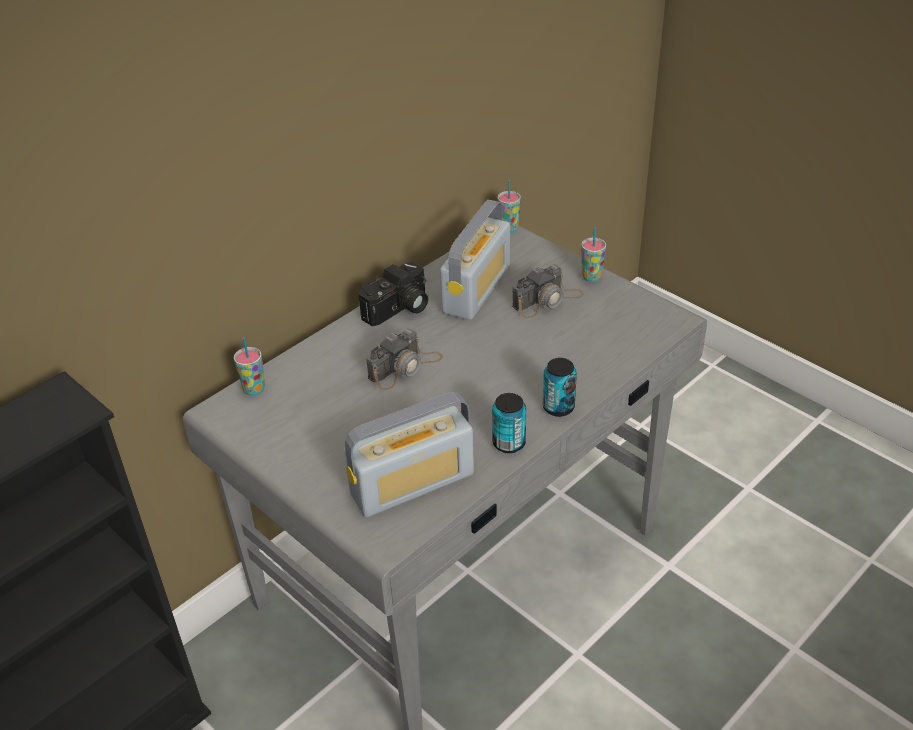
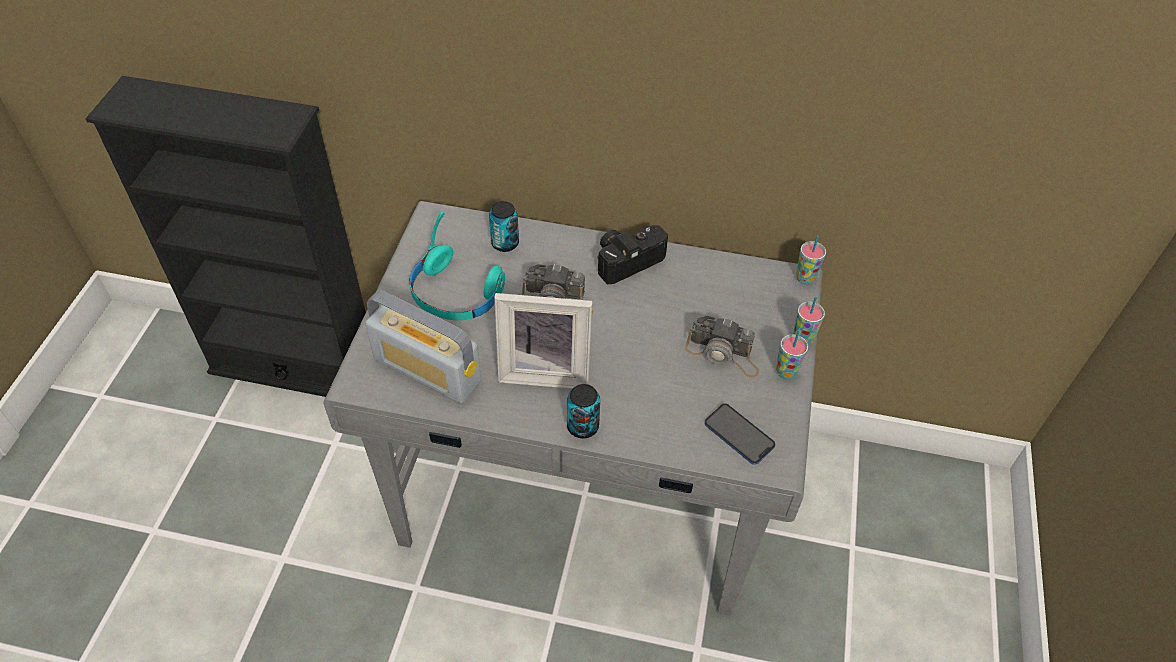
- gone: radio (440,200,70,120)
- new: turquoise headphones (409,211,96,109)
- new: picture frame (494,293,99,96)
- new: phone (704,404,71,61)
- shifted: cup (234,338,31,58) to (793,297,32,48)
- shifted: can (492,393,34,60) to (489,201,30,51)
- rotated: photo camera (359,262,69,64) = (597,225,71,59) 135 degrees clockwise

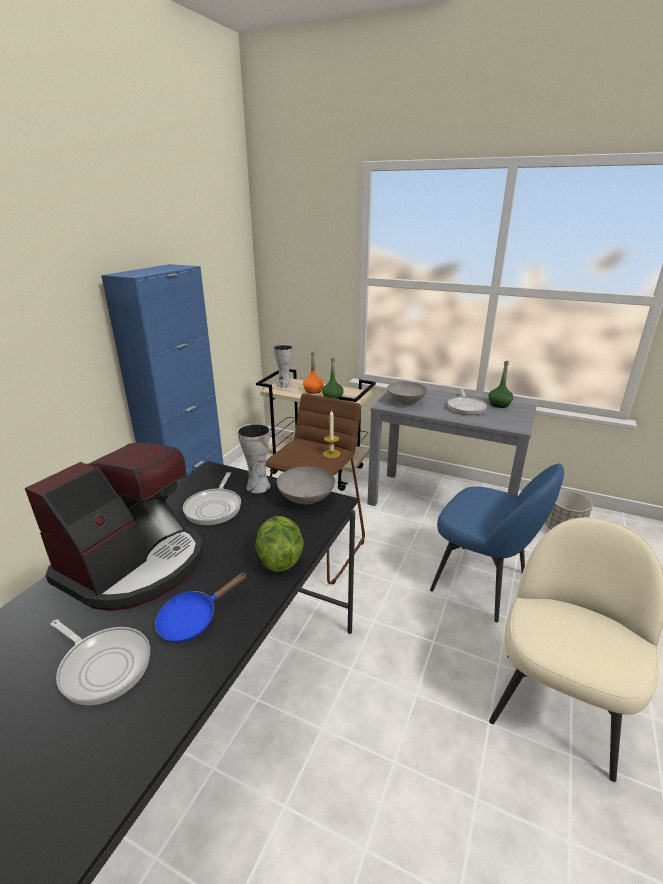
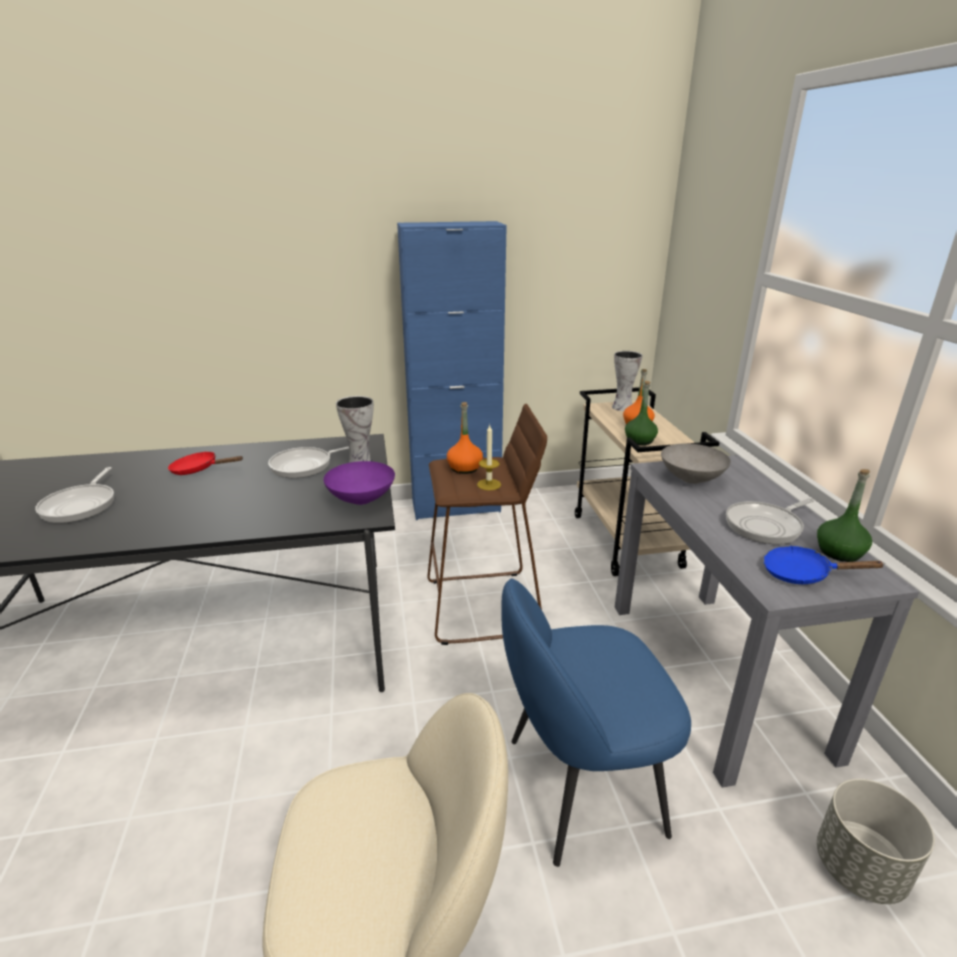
- gone: lettuce (255,516,49,56)
- new: orange bottle (447,402,36,72)
- shifted: blue frying pan (155,572,92,70) to (763,546,122,38)
- swapped: coffee machine (25,442,179,169) to red frying pan (168,452,75,23)
- repainted: grey bowl (277,466,58,38) to purple bowl (323,461,72,44)
- rotated: blue chair (430,464,134,158) = (501,578,190,289) 75 degrees clockwise

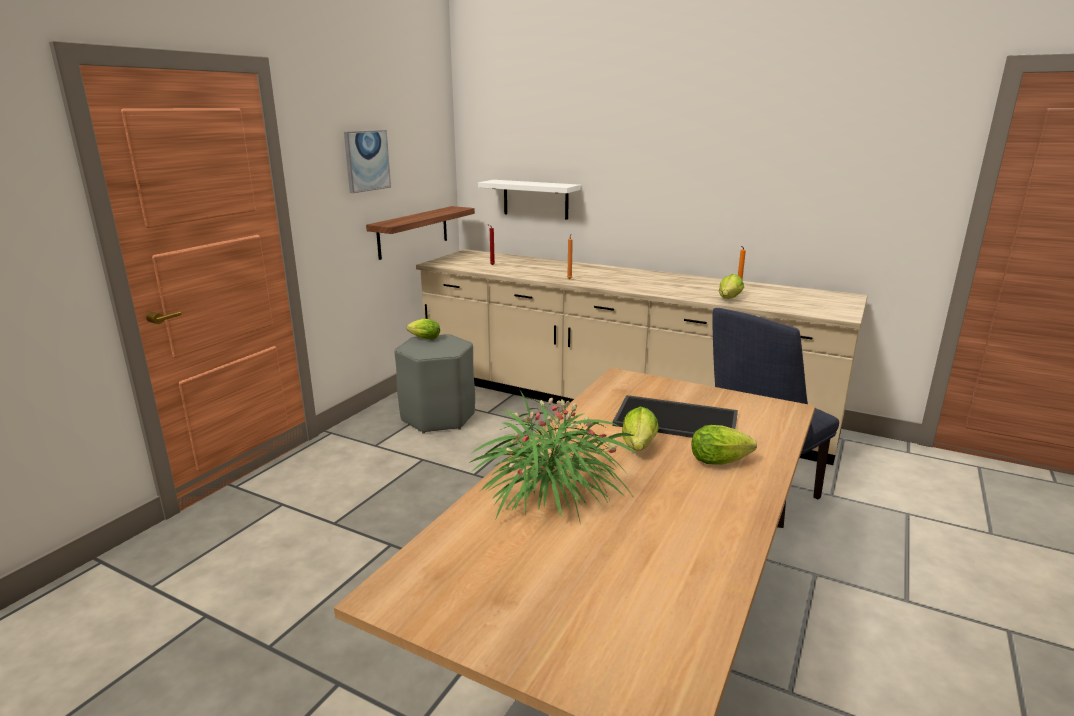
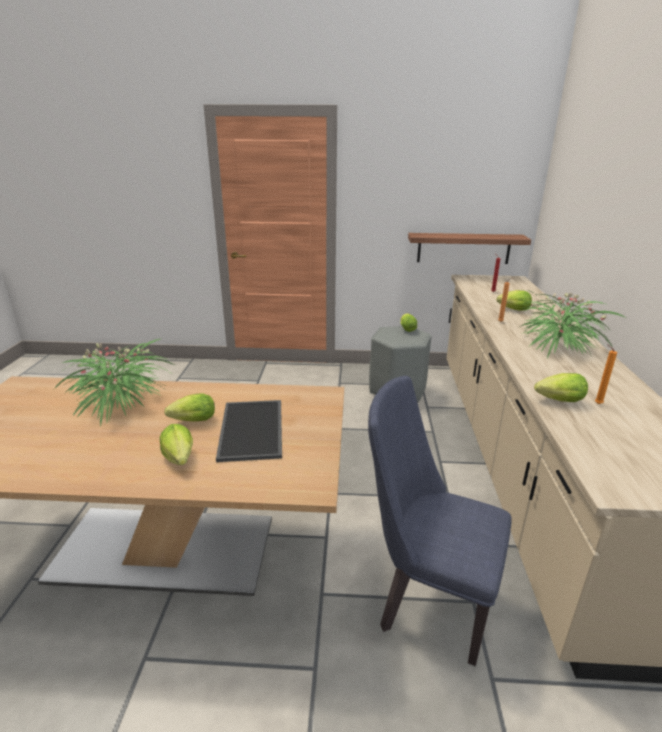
- gone: picture (344,130,47,63)
- gone: white shelf (478,180,103,40)
- new: lettuce (496,290,36,21)
- new: potted plant (518,290,108,68)

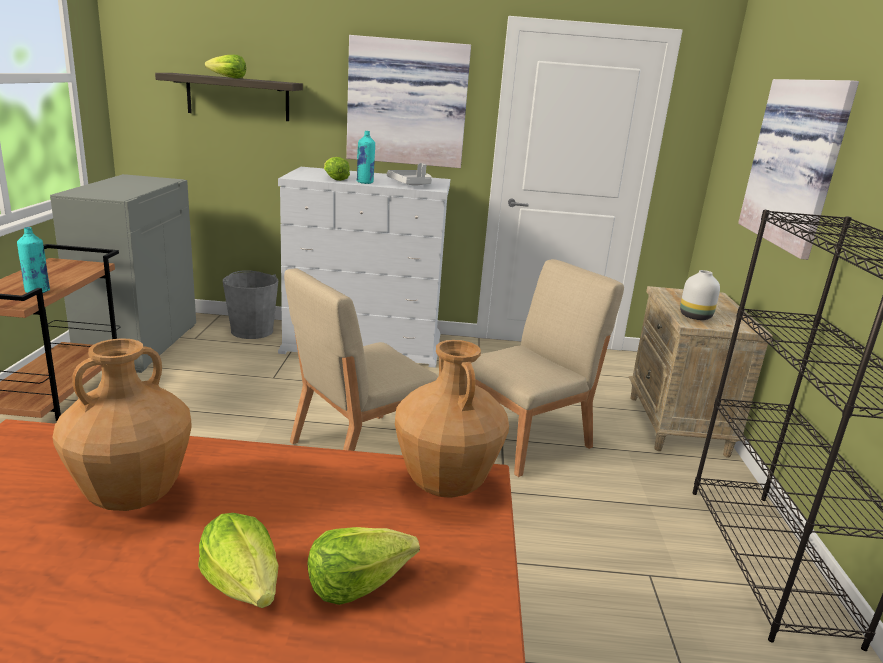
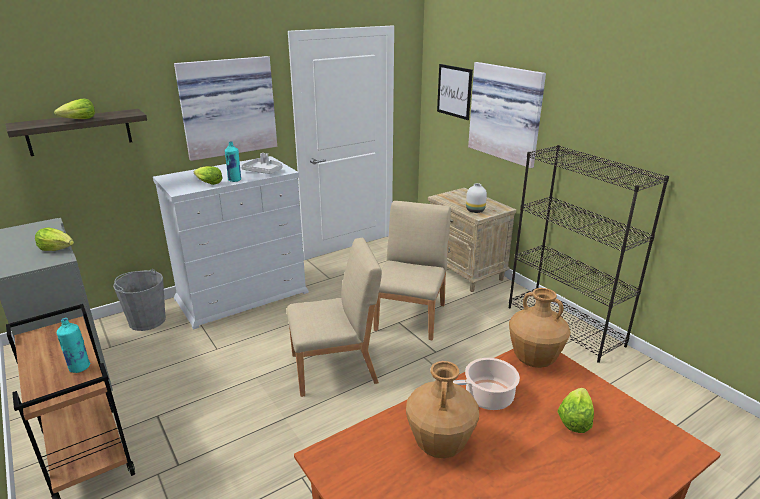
- new: picture (437,64,36,56)
- new: cooking pot (453,358,67,52)
- shifted: lettuce (198,513,81,95) to (35,227,39,24)
- rotated: beige chair (284,268,154,183) = (287,238,95,159) 120 degrees counterclockwise

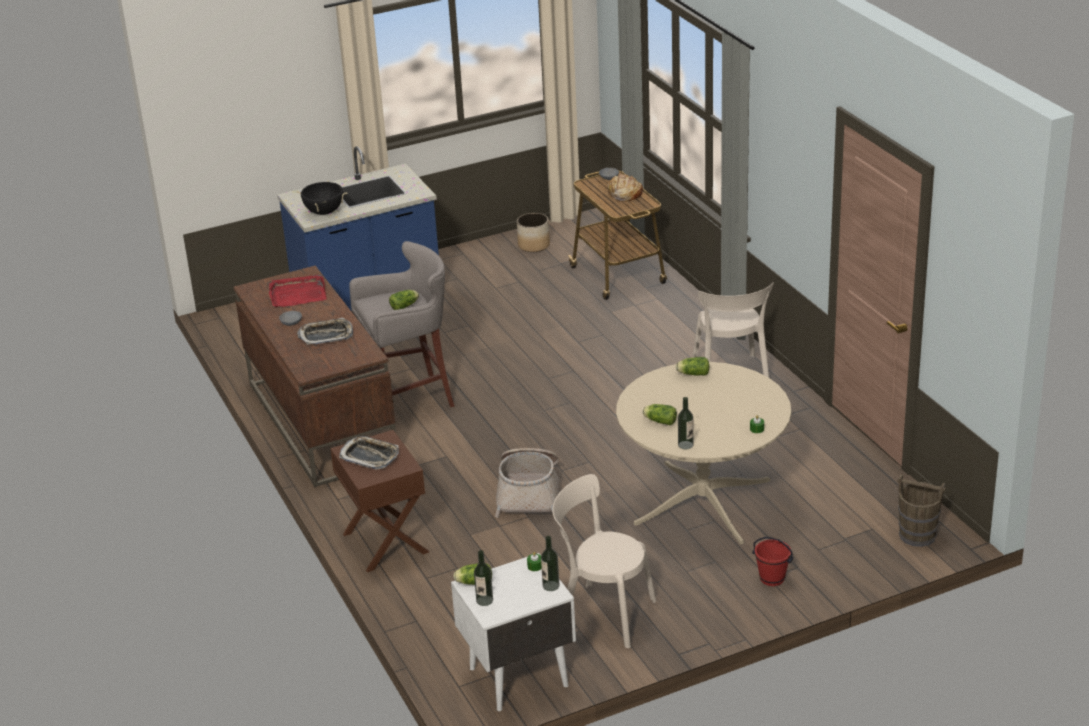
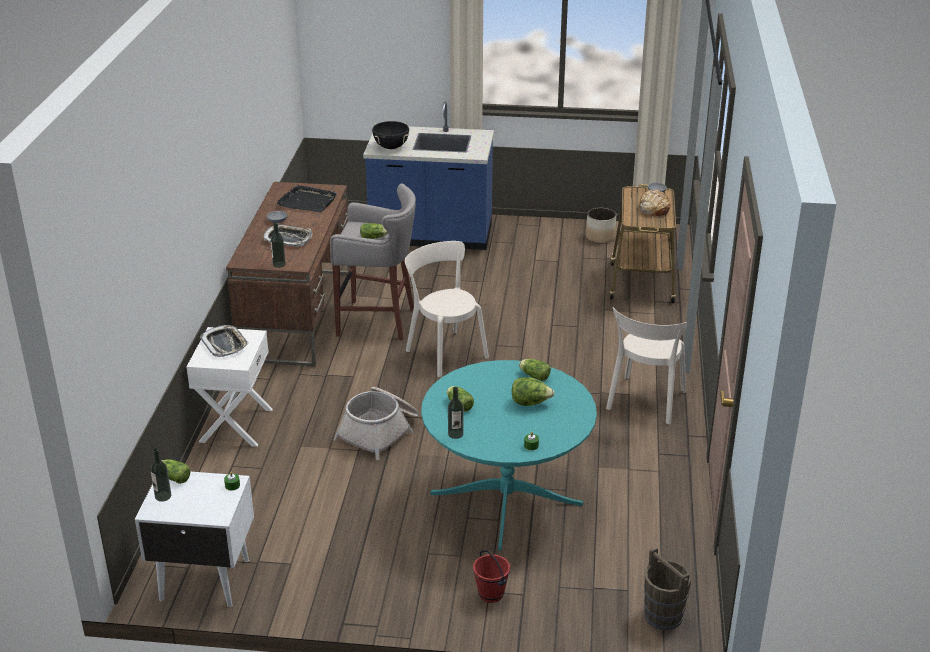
- new: lettuce (511,377,44,29)
- shifted: bottle (541,536,18,55) to (271,222,15,46)
- shifted: beige chair (553,474,103,174) to (405,241,84,136)
- repainted: red tray (269,275,58,32) to black tray (277,185,60,27)
- repainted: brown nightstand (330,430,99,142) to white nightstand (186,327,87,120)
- repainted: beige dining table (616,362,175,182) to turquoise dining table (421,360,176,191)

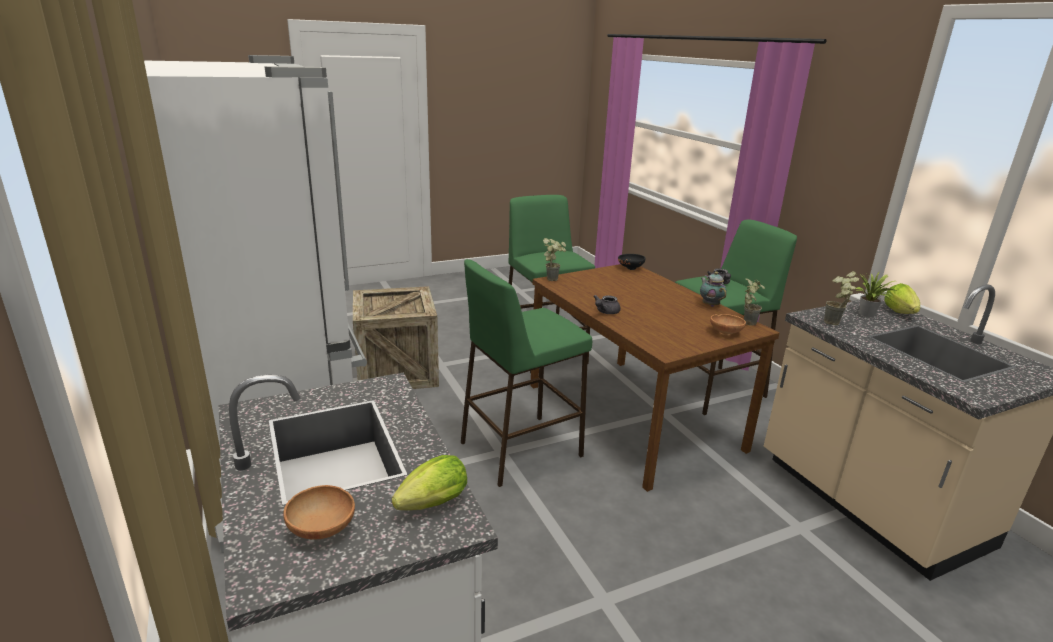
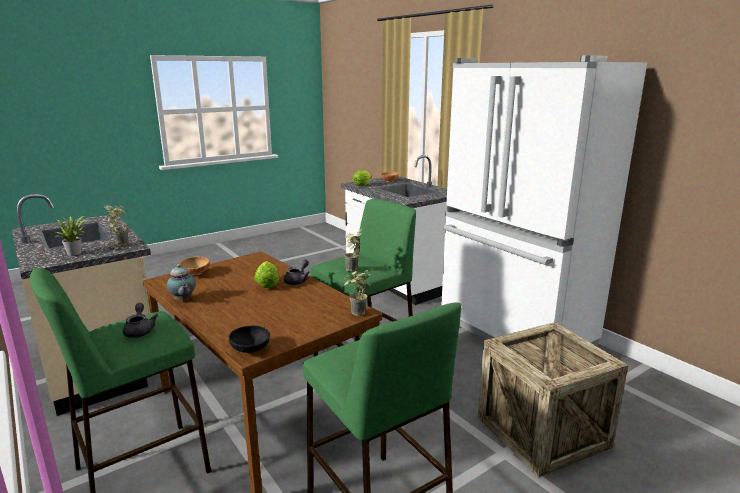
- shifted: potted plant (744,278,21,48) to (344,229,18,43)
- shifted: lettuce (884,283,36,31) to (255,261,24,27)

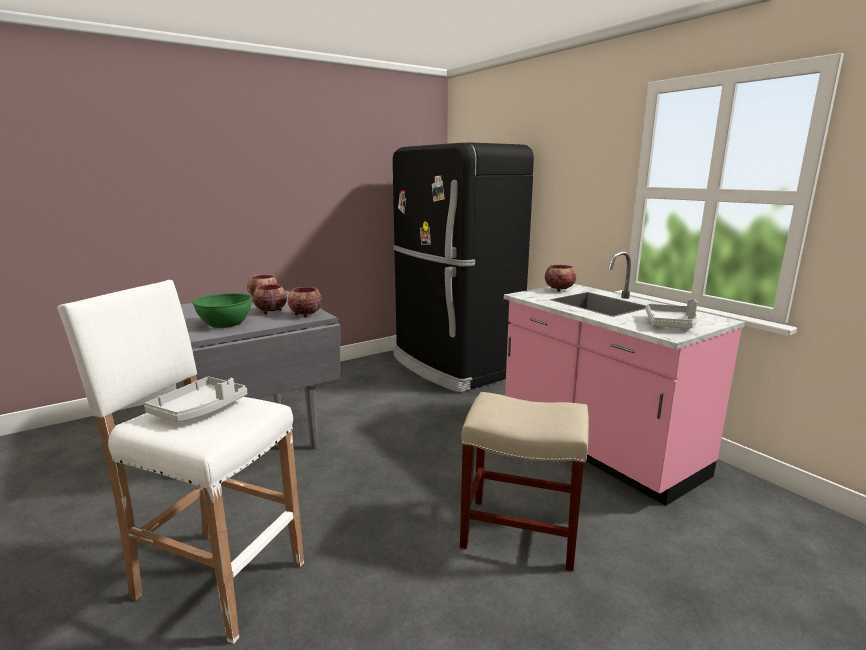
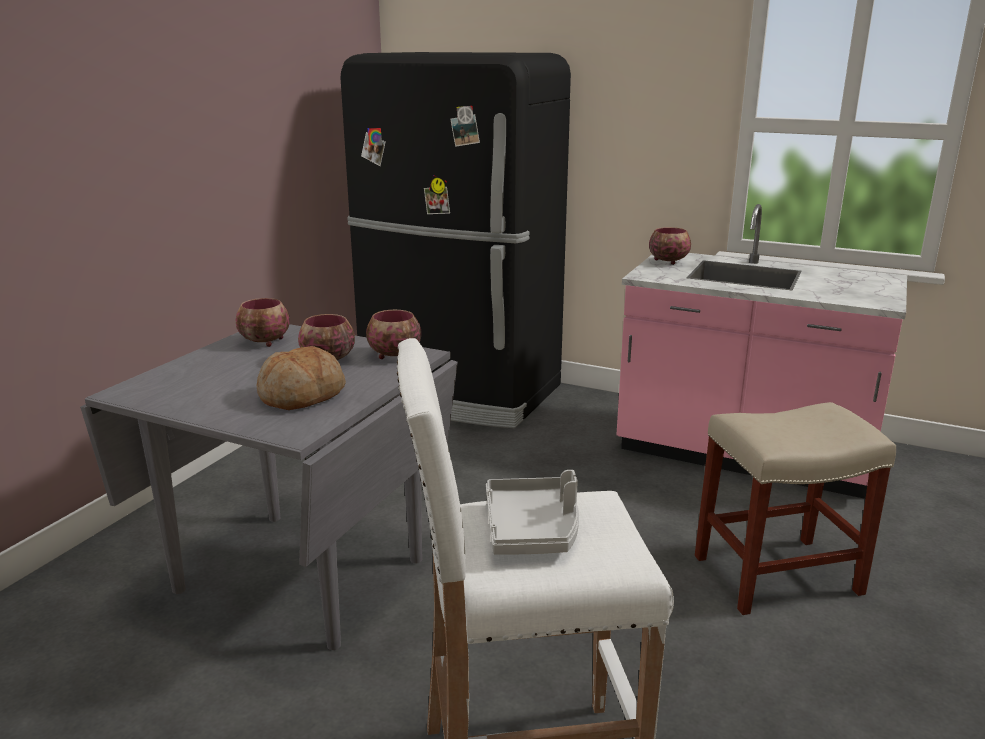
- gone: grey tray (646,299,52,29)
- swapped: green bowl (192,293,60,35) to bread (257,346,89,64)

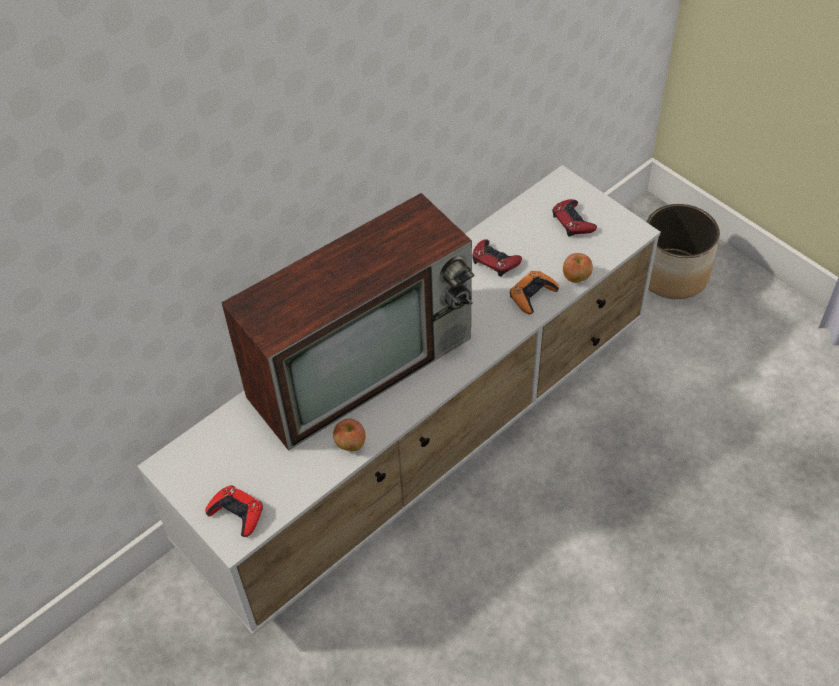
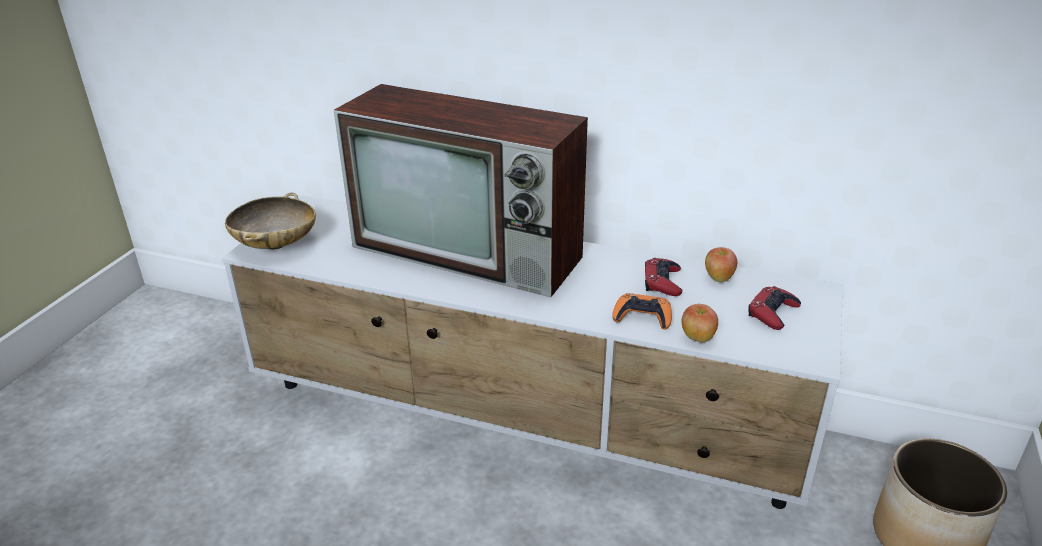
- shifted: apple (333,419,33,32) to (705,247,32,35)
- swapped: red game controller (205,485,58,52) to beige bowl (225,193,91,57)

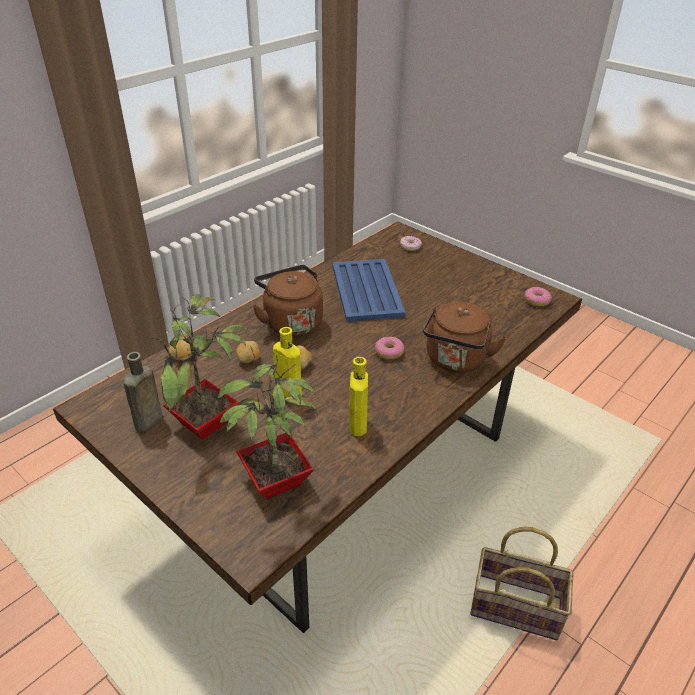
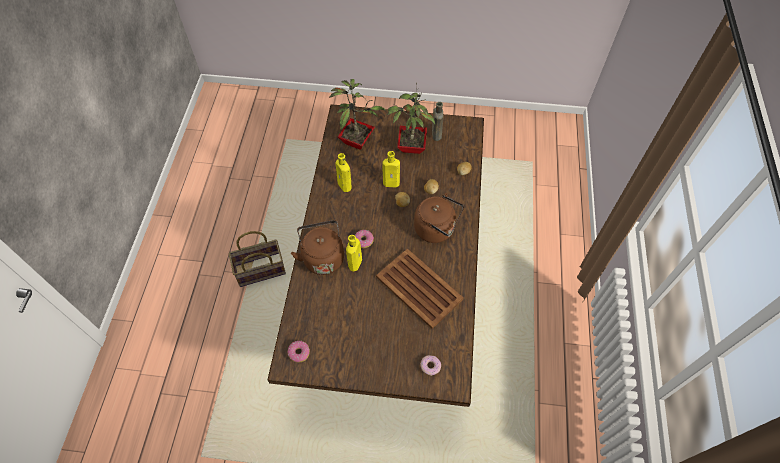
- new: yellow bottle (346,235,16,37)
- repainted: blue tray (332,259,74,63) to brown tray (376,249,87,80)

